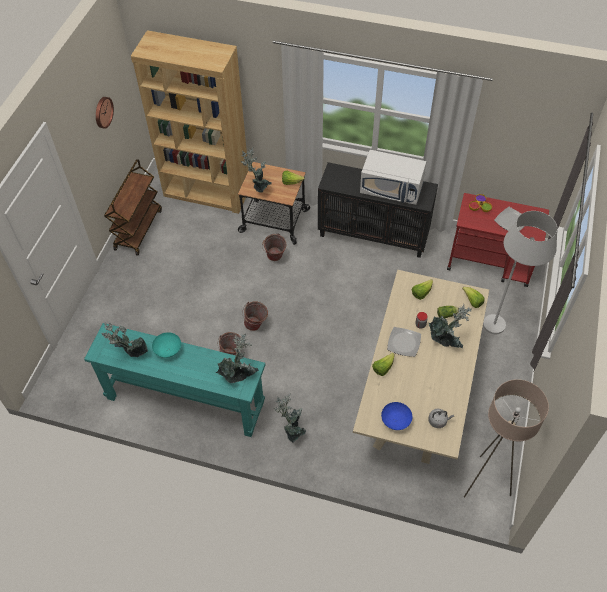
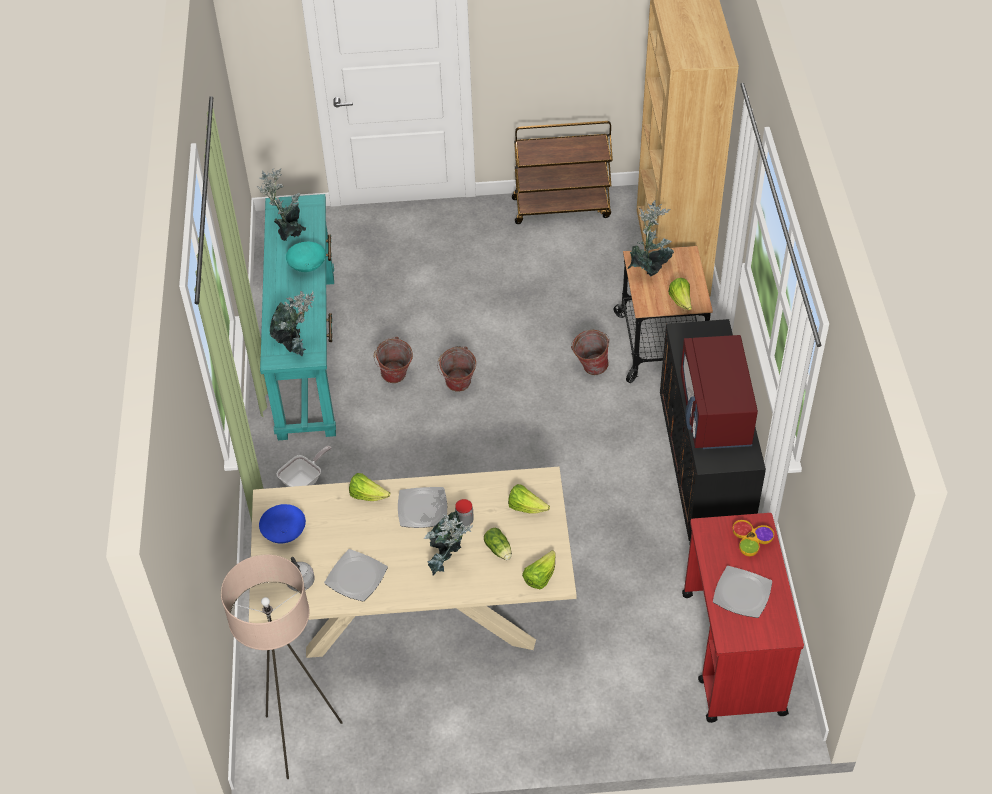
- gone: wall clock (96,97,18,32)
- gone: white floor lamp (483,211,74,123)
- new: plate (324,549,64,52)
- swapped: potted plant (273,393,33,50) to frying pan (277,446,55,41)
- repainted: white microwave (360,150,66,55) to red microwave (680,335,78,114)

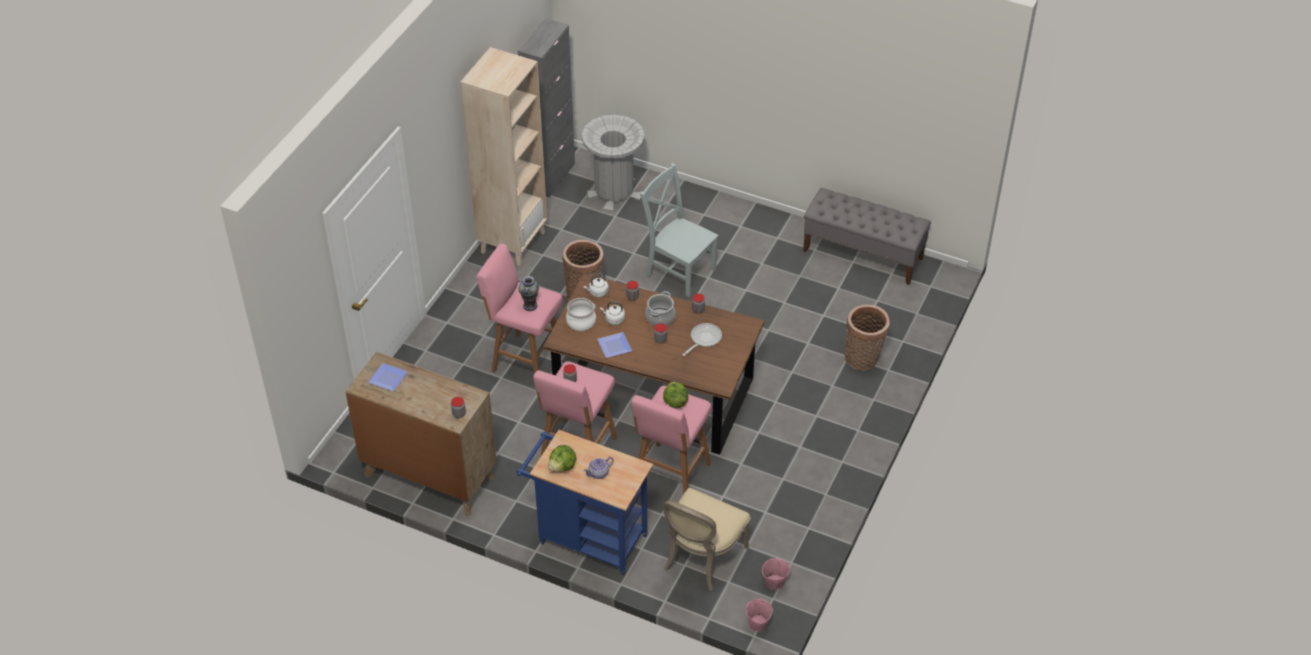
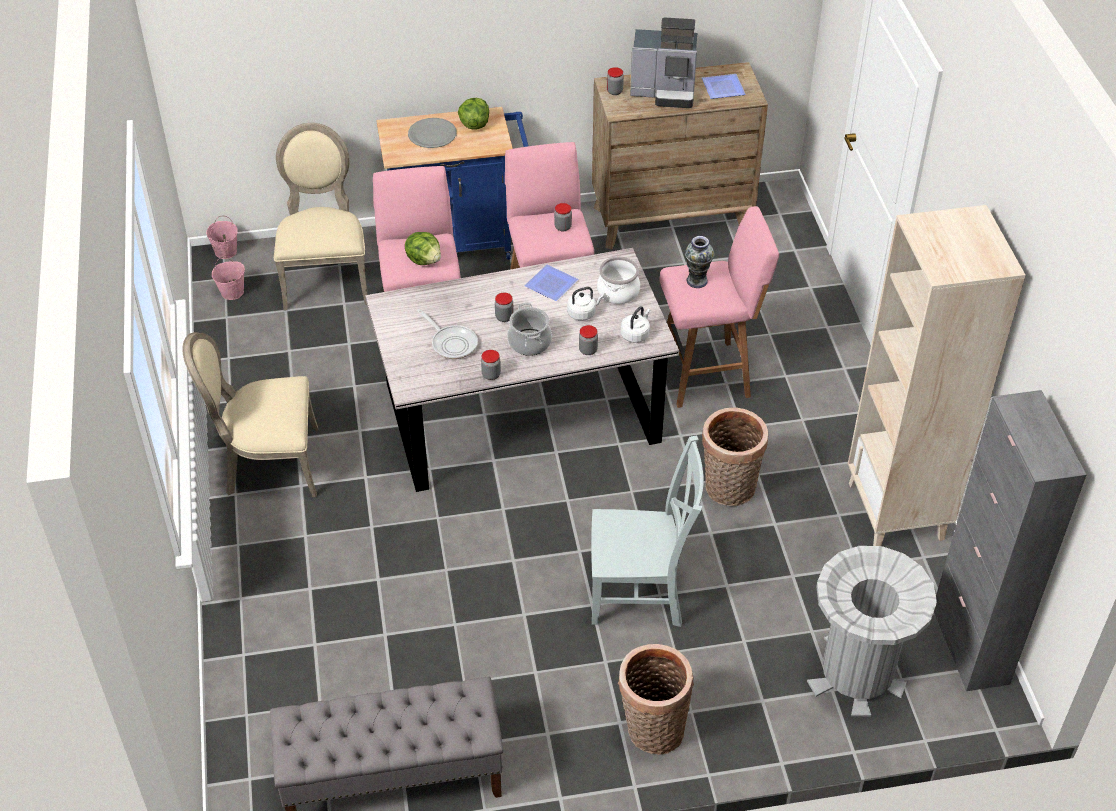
- new: beige chair (182,332,136,165)
- new: coffee machine (630,18,67,90)
- shifted: basket (845,304,45,67) to (618,644,76,111)
- swapped: teapot (584,457,30,22) to grey plate (408,118,49,30)
- repainted: brown dining table (543,274,221,180) to grey dining table (365,248,314,244)
- rotated: frying pan (683,323,39,33) = (417,309,61,50) 45 degrees counterclockwise

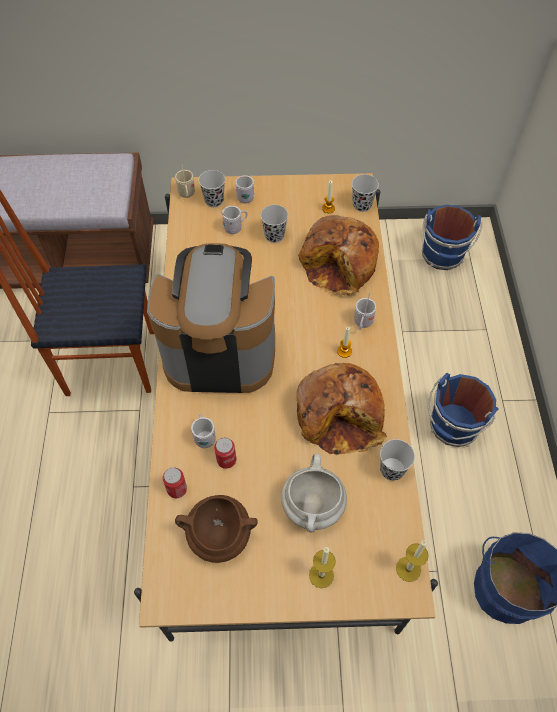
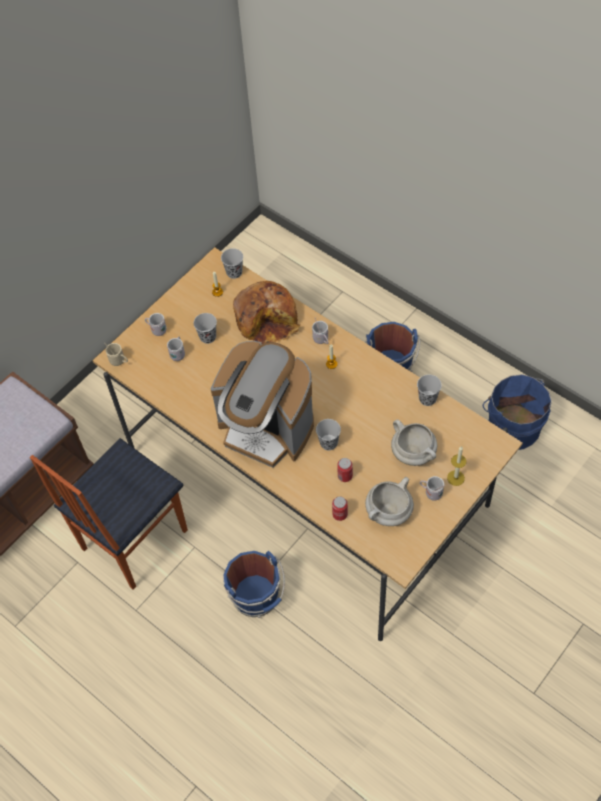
- gone: bread (296,363,91,92)
- gone: candle (396,540,33,42)
- shifted: white mug (191,414,25,34) to (420,476,26,25)
- shifted: black cup (198,170,27,37) to (316,419,25,31)
- shifted: blue bucket (422,205,60,65) to (223,551,62,67)
- repainted: brown cooking pot (175,495,83,68) to white cooking pot (365,477,49,49)
- rotated: coffee machine (147,243,128,150) = (211,341,103,127) 105 degrees counterclockwise

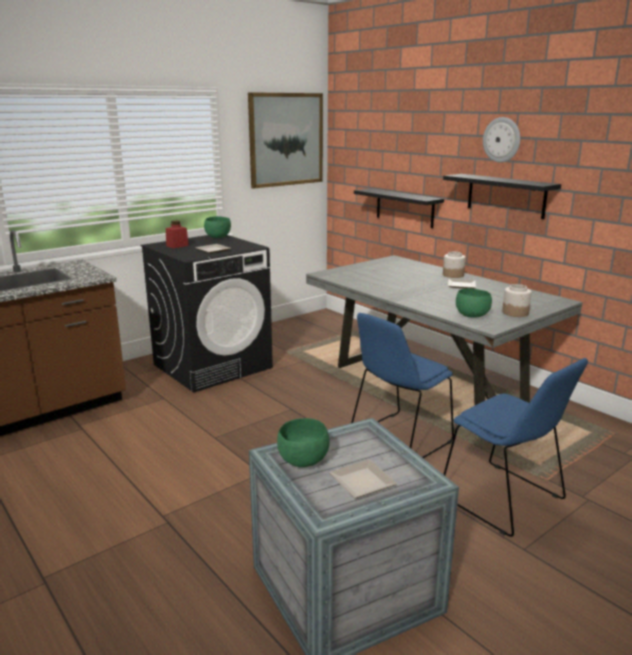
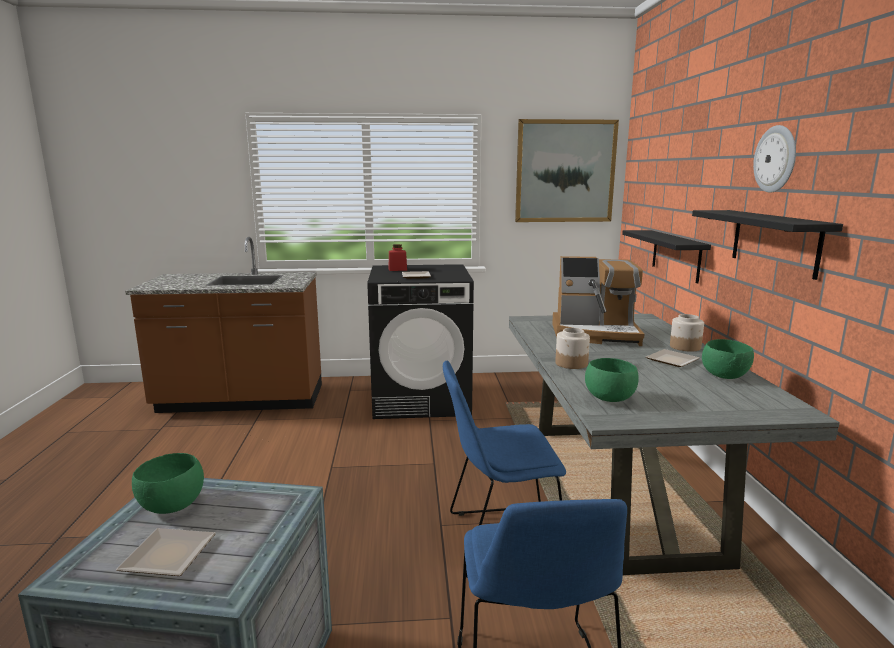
- new: coffee machine (552,256,93,90)
- shifted: green bowl (204,216,27,22) to (702,339,52,40)
- shifted: jar (502,284,30,33) to (555,328,35,41)

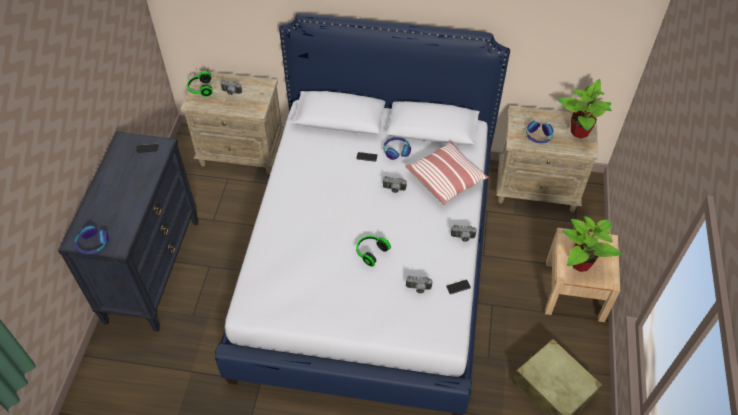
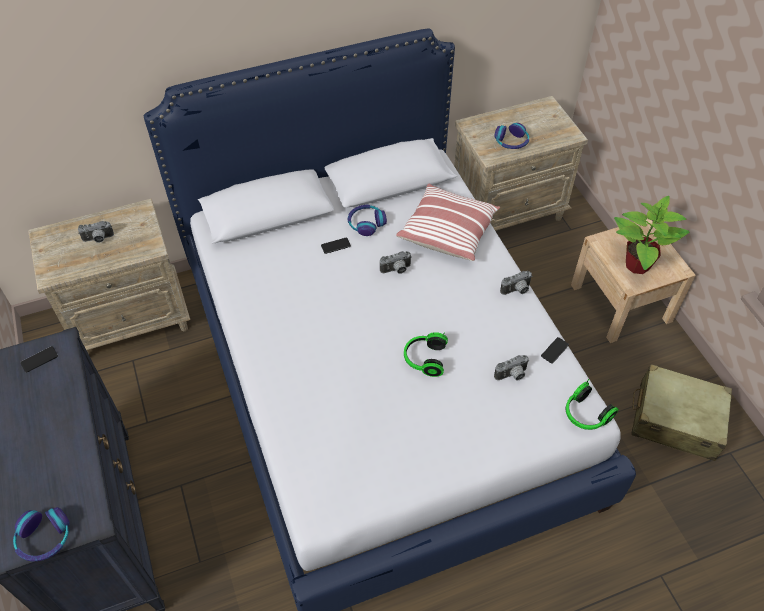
- gone: potted plant (557,79,55,60)
- shifted: headphones (187,70,26,27) to (566,379,53,51)

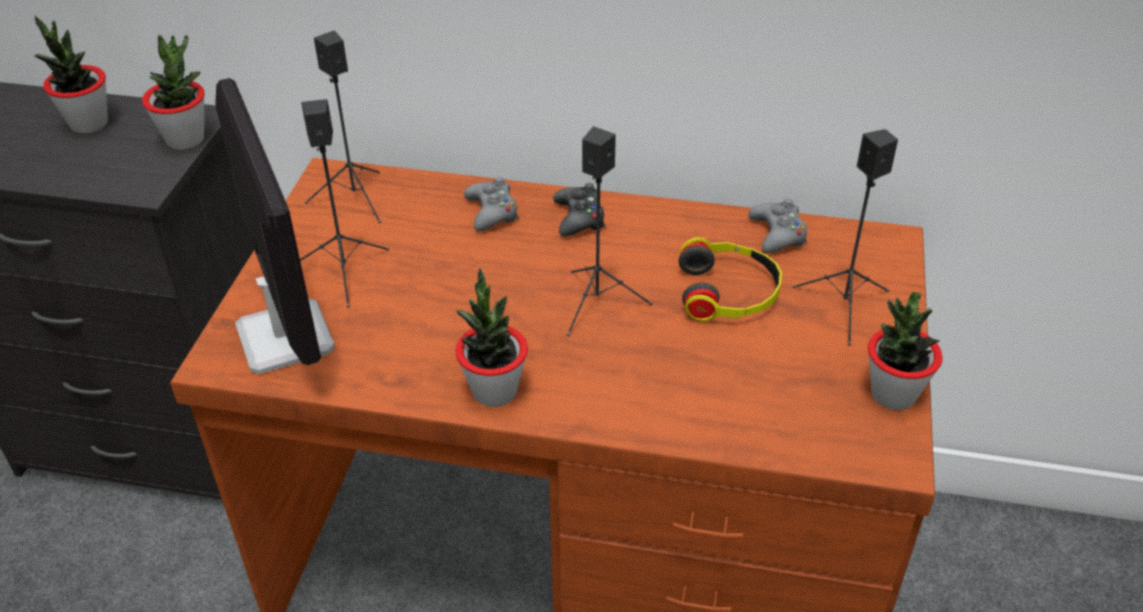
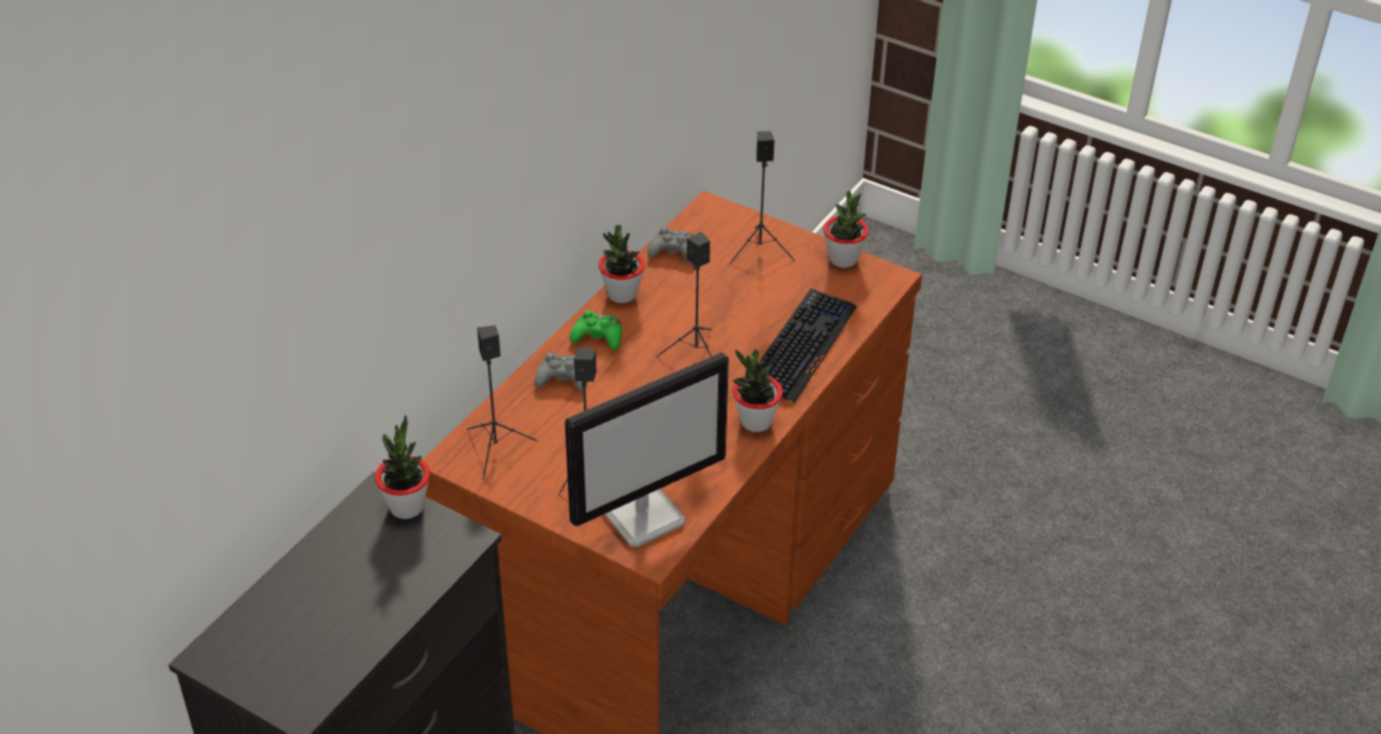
- gone: headphones (679,237,103,85)
- new: keyboard (759,289,98,114)
- shifted: potted plant (34,16,74,118) to (599,225,46,78)
- repainted: black game controller (553,183,53,53) to green game controller (570,310,52,40)
- rotated: monitor (215,78,120,296) = (565,352,164,195) 150 degrees clockwise

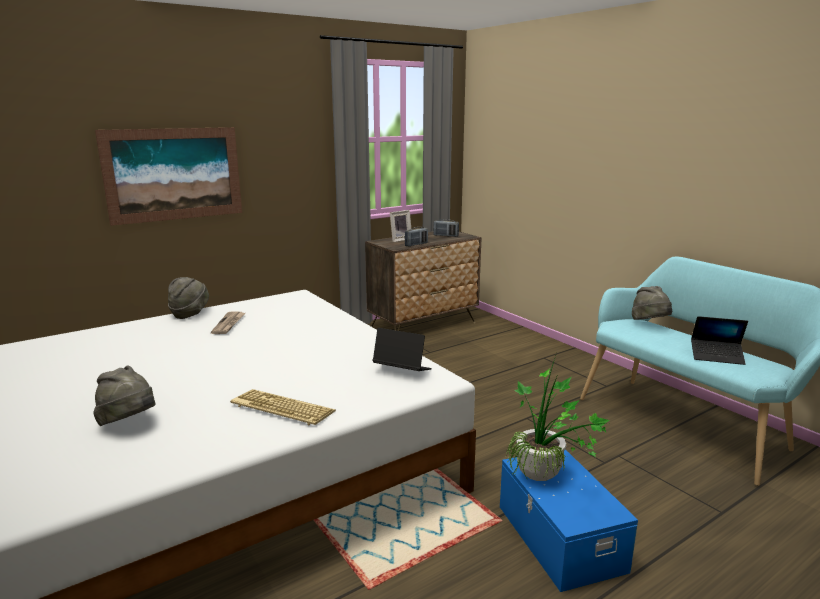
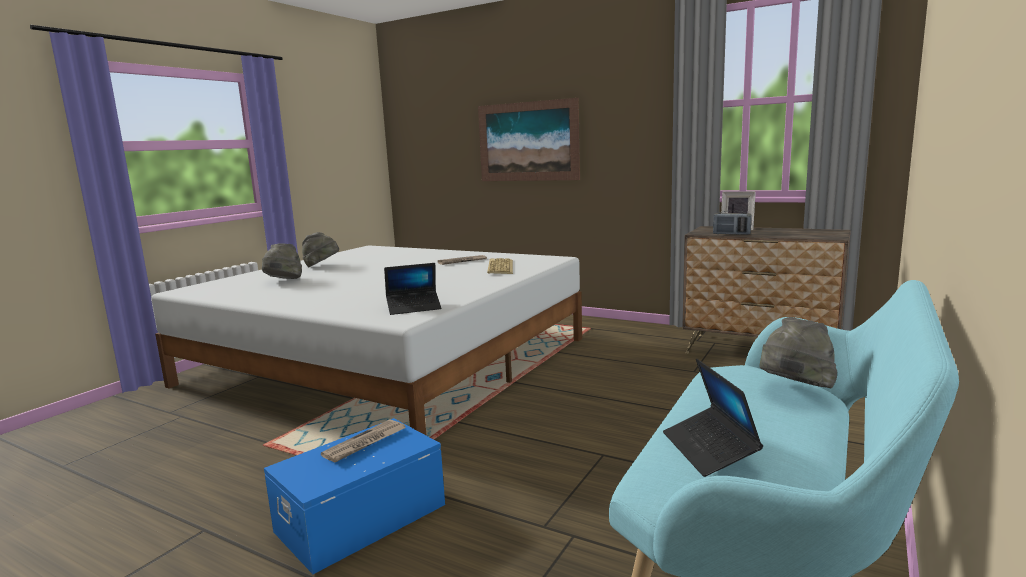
- gone: radio (433,219,26,18)
- shifted: grey hat (168,277,41,42) to (302,232,37,36)
- shifted: keyboard (230,389,106,37) to (487,258,26,16)
- swapped: potted plant (506,356,104,125) to newspaper (321,419,84,43)
- rotated: laptop (372,328,60,43) = (384,263,57,52) 75 degrees clockwise

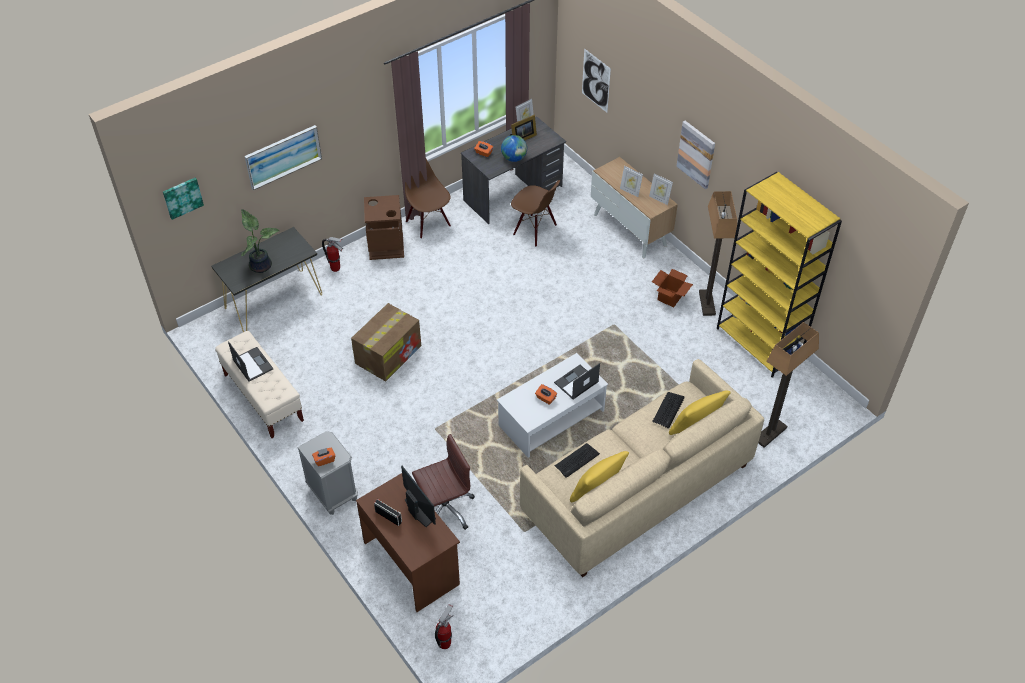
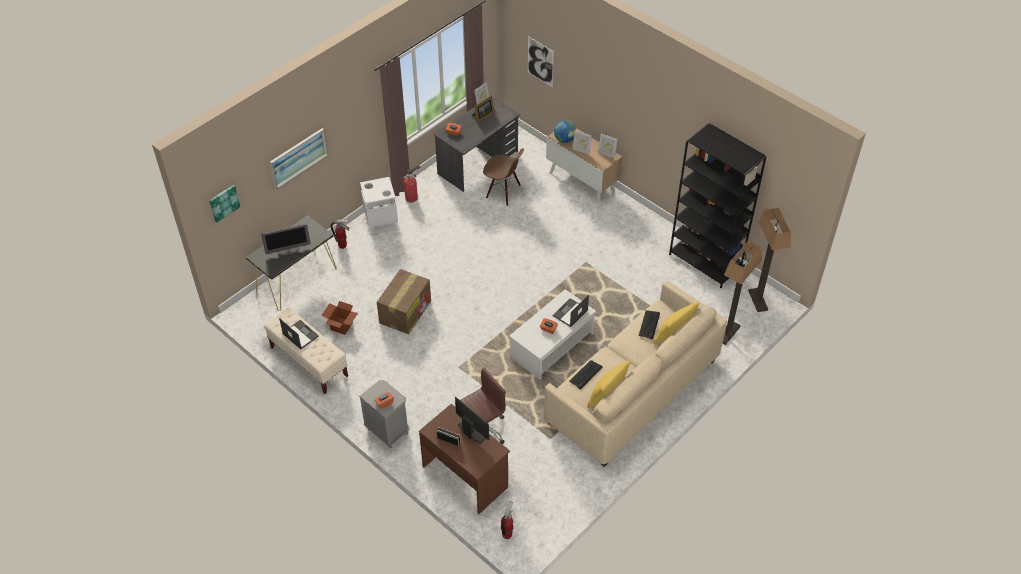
- gone: picture (677,121,38,68)
- shifted: globe (501,135,26,27) to (554,120,22,23)
- shifted: cardboard box (652,269,41,38) to (321,301,37,34)
- shifted: floor lamp (699,191,38,125) to (748,208,43,104)
- swapped: potted plant (241,209,38,64) to monitor (261,224,50,32)
- swapped: brown chair (405,159,46,80) to fire extinguisher (403,165,18,38)
- repainted: brown trash can (364,195,40,65) to white trash can (360,177,39,58)
- repainted: yellow bookcase (717,172,125,206) to black bookcase (669,123,97,165)

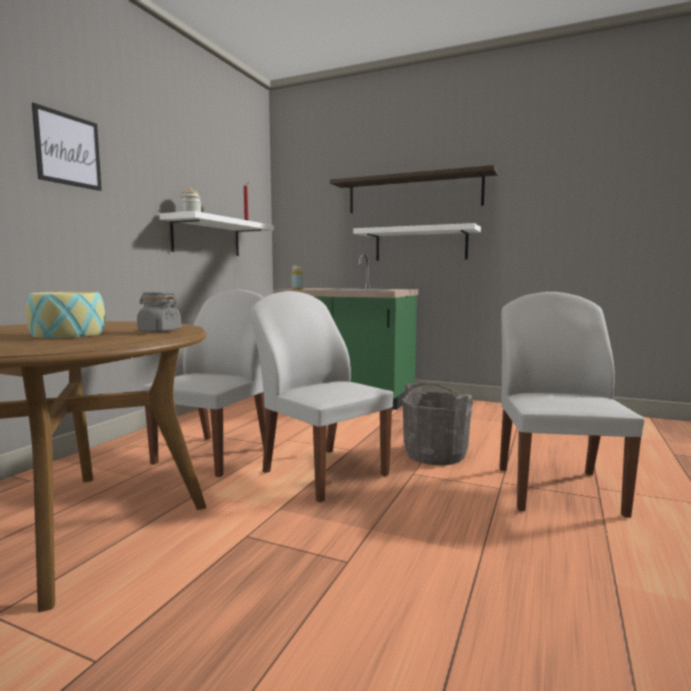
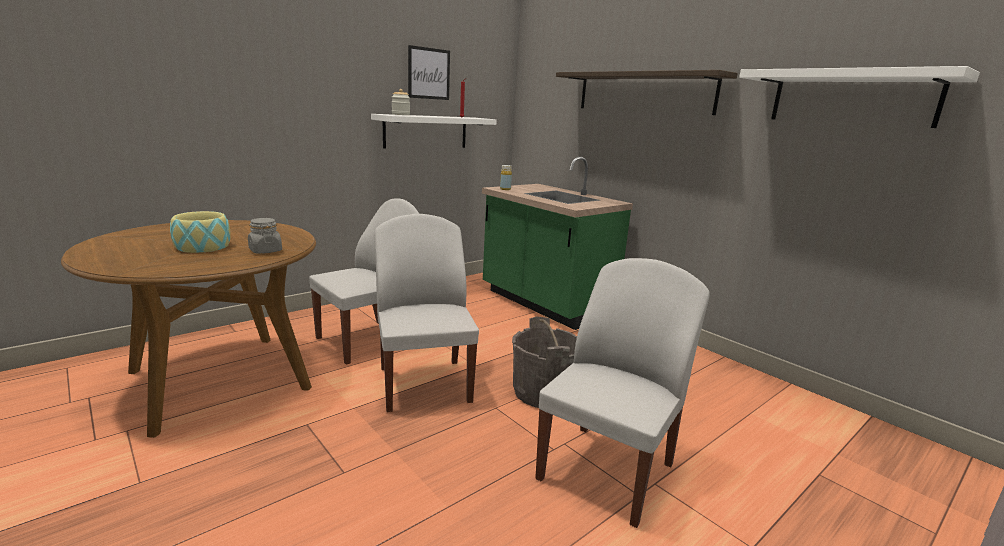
- shifted: picture (32,103,70,88) to (408,45,42,55)
- shifted: white shelf (353,223,128,38) to (739,66,241,62)

